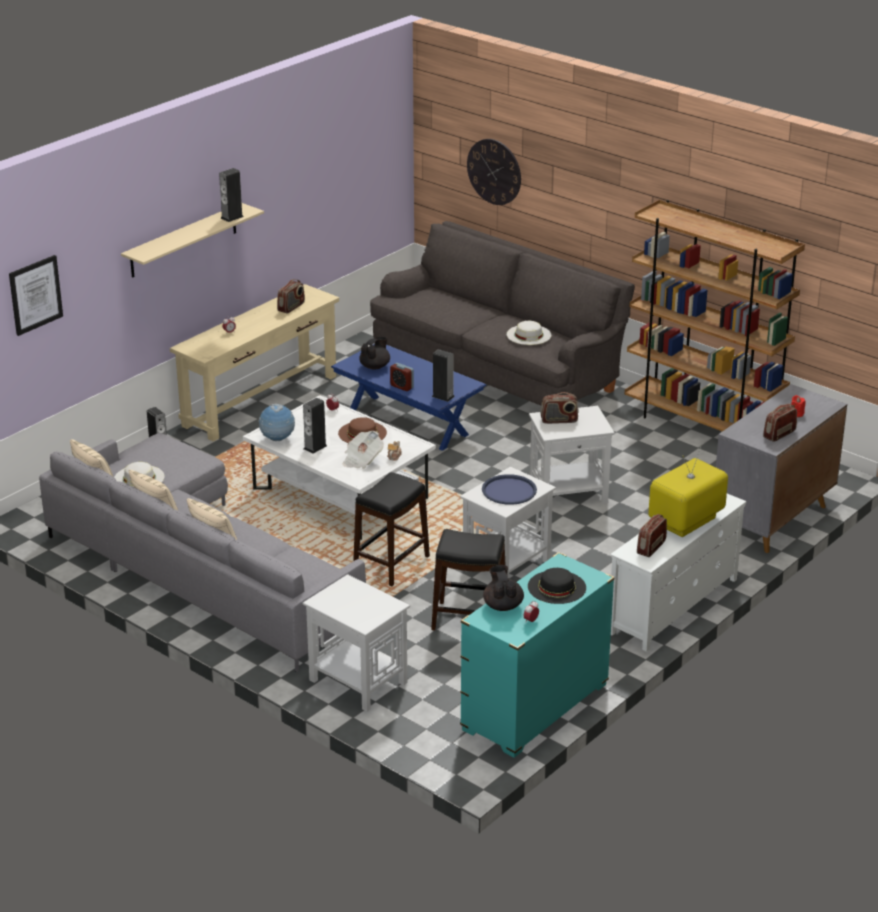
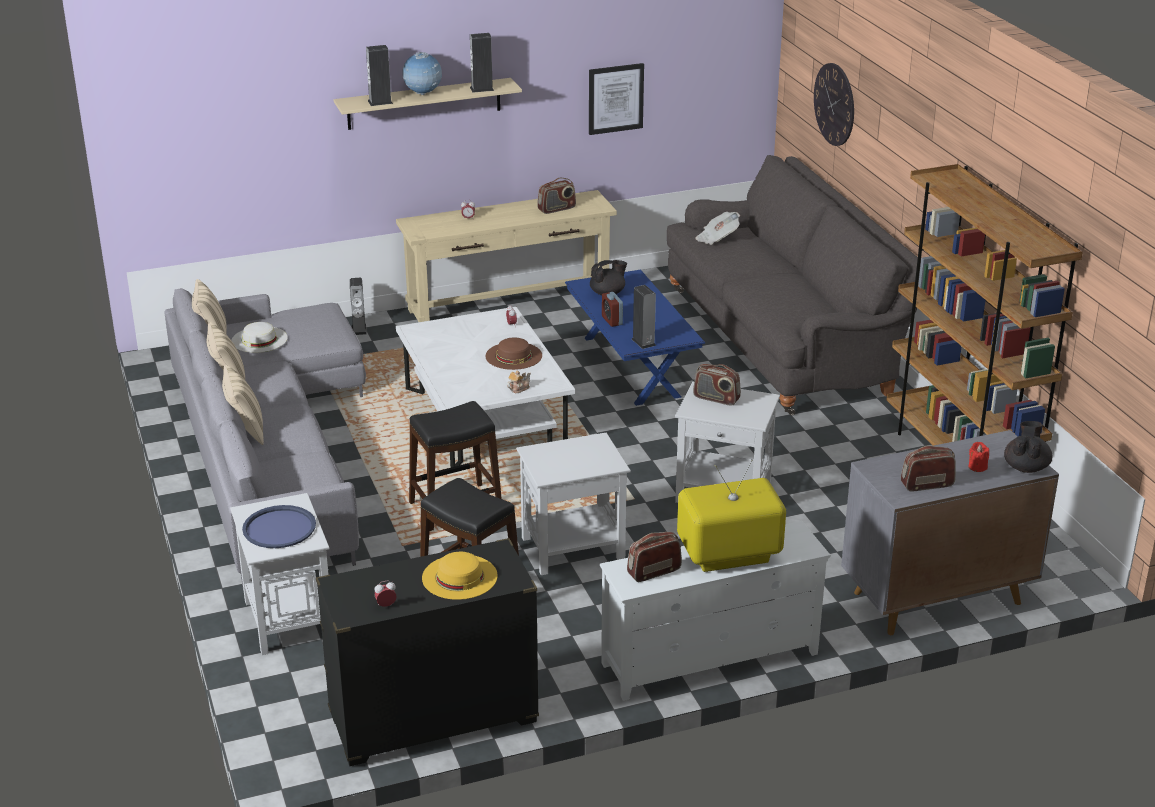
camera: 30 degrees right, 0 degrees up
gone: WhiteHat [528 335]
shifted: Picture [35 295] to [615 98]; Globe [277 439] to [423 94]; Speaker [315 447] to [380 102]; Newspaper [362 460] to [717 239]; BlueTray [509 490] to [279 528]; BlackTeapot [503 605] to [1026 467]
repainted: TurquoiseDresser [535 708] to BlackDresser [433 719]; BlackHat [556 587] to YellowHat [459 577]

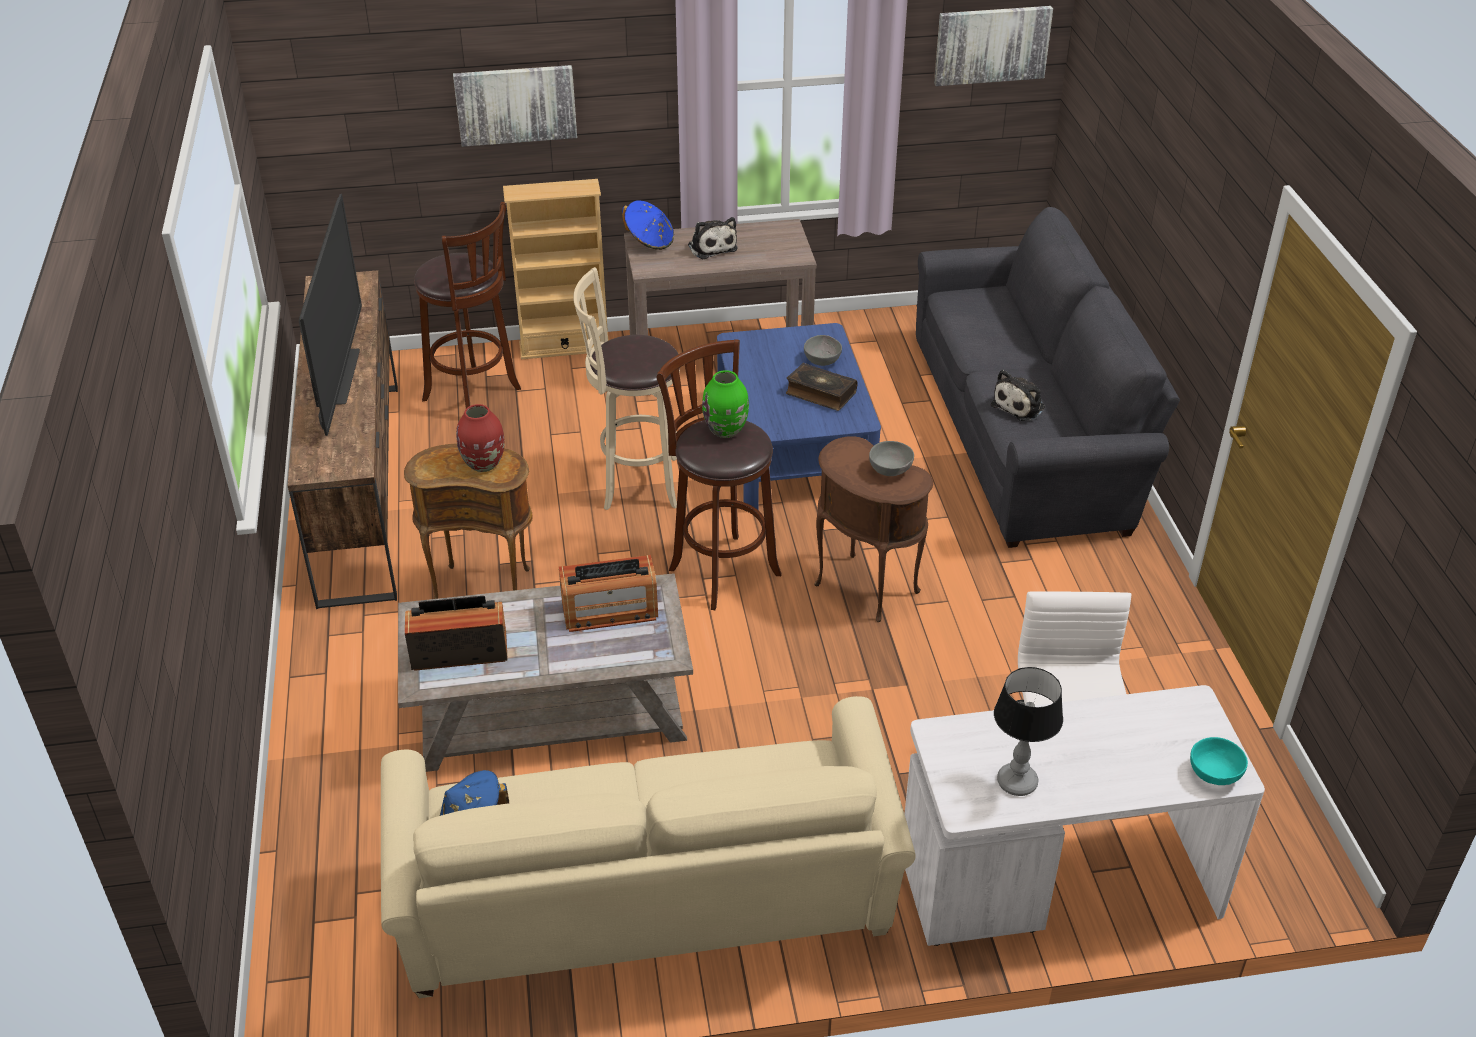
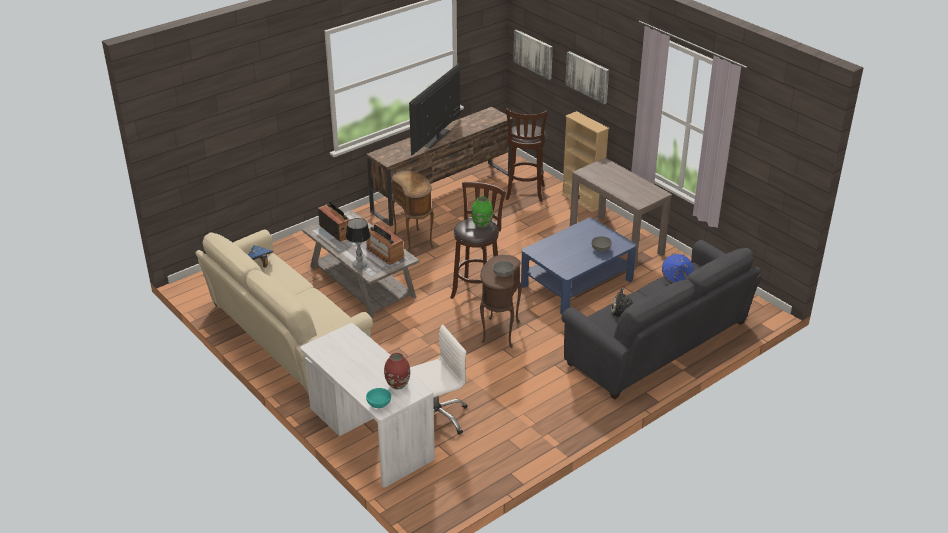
camera: 60 degrees right, 5 degrees down
gone: BeigeStool [635 483]; PlushToy [711 246]; Book [820 393]
shifted: RedVase [484 464] to [398 385]; BlueHat [649 241] to [676 277]; Picture [991 44] to [533 54]; TableLamp [1016 783] to [359 265]
rotated: Television [343 377] = [437 138] 150 degrees clockwise

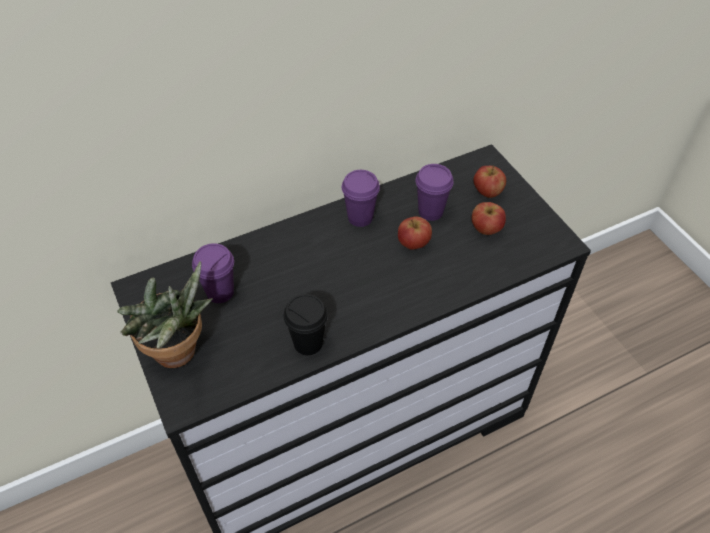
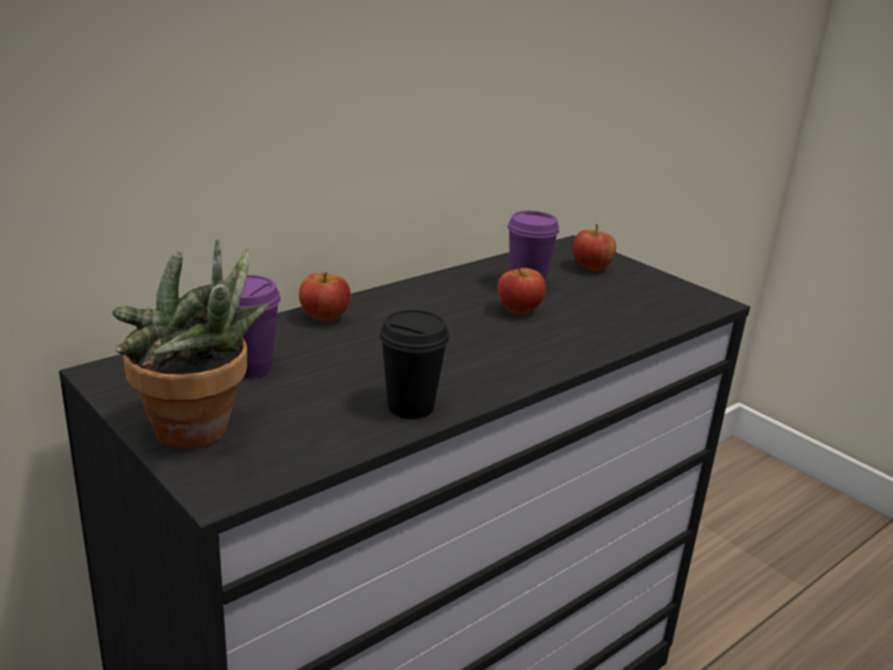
camera: 15 degrees left, 25 degrees down
gone: PurpleCup [360 217]
shifted: Apple [486 229] to [324 318]

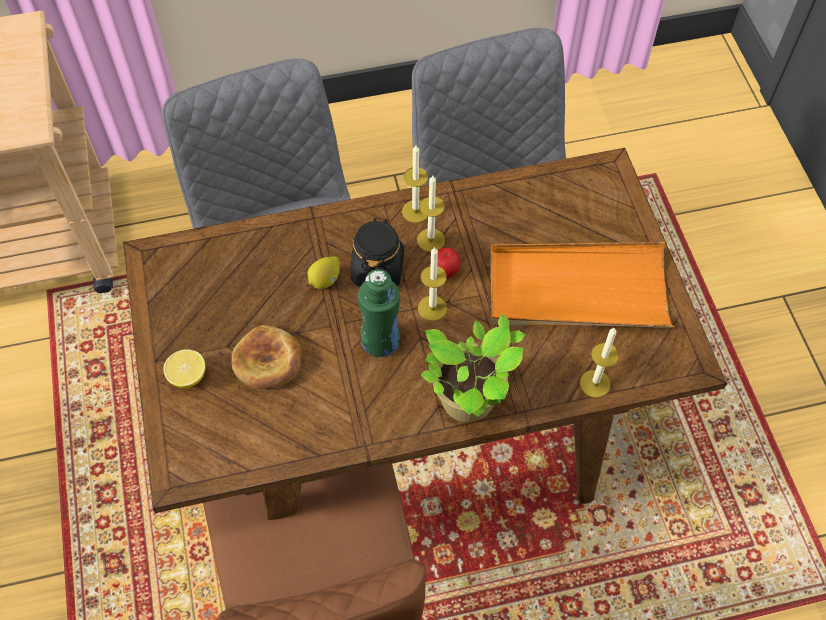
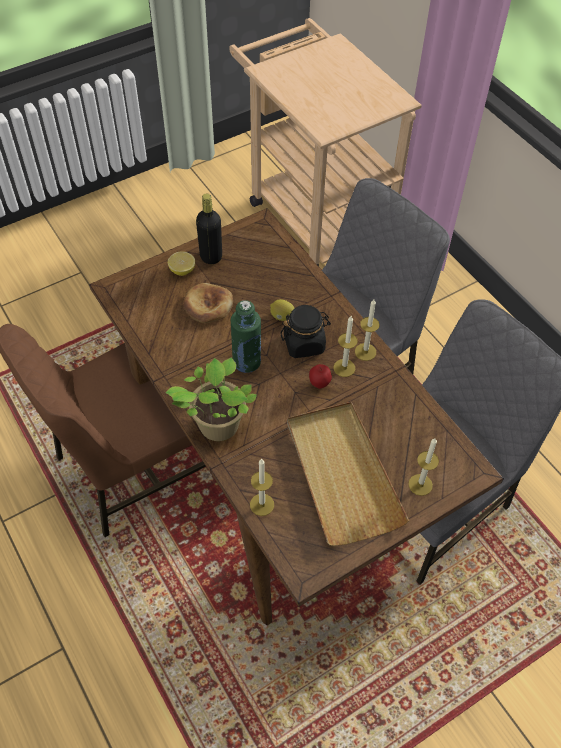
camera: 70 degrees right, 5 degrees down
new: BlackBottle [211 256]
shifted: Candle [432 308] to [420 484]
repainted: OrangeTray [577 290] to BeigeTray [342 474]

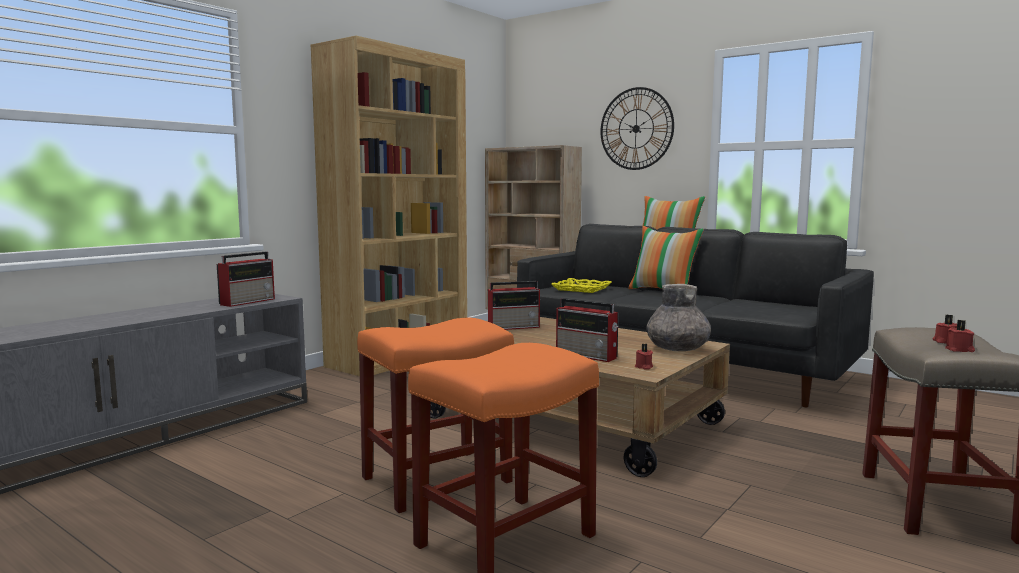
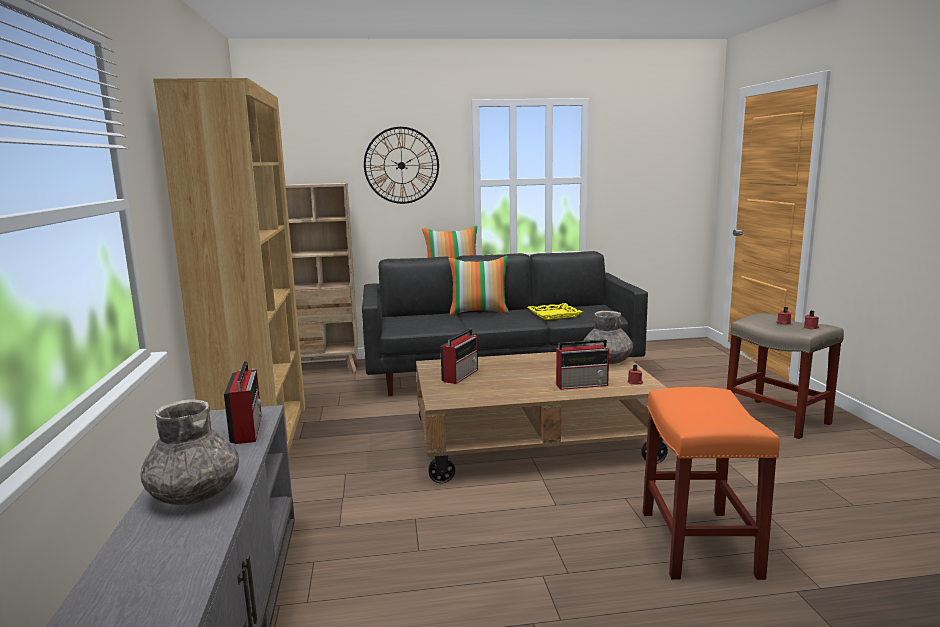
camera: 45 degrees left, 5 degrees up
gone: OrangeStool [438 479]
new: GreyVase [195 493]
shifted: YellowTray [582 289] to [554 315]

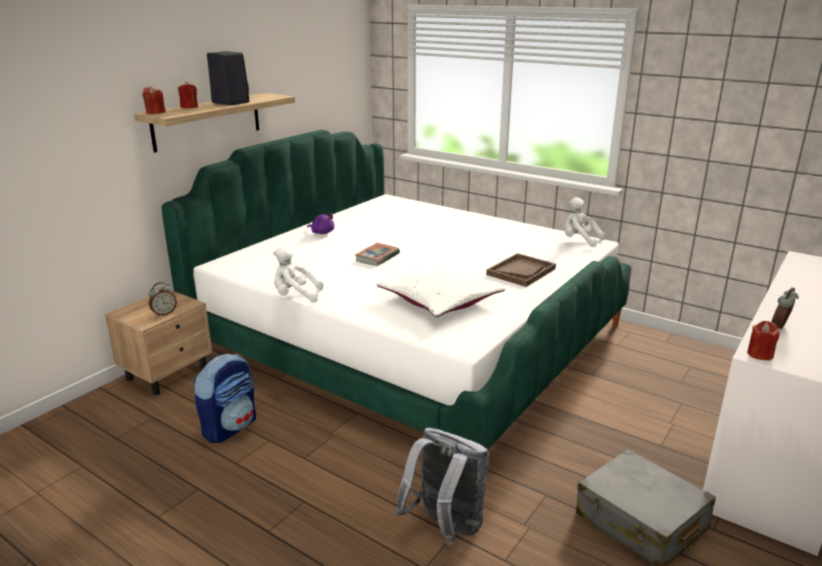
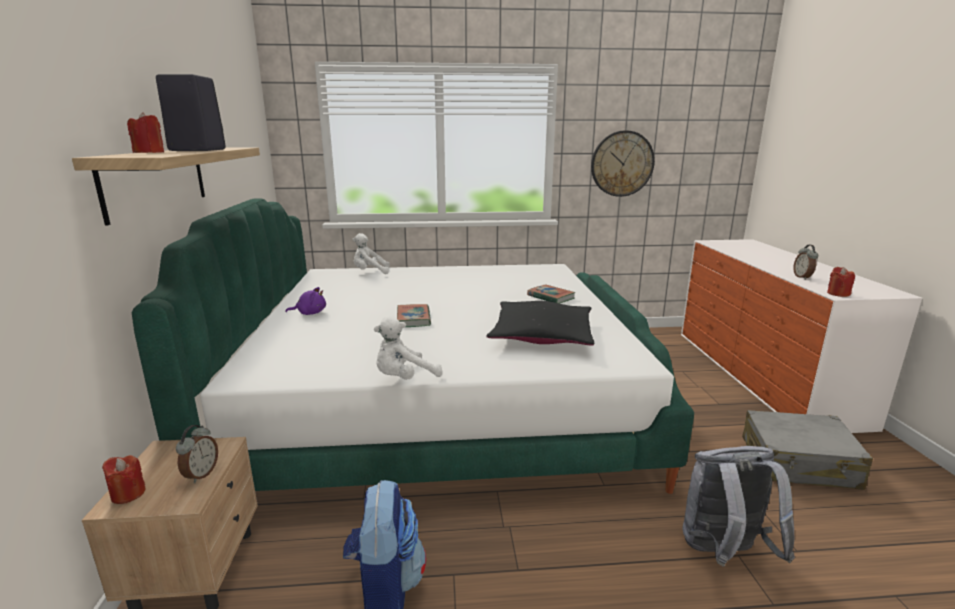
camera: 40 degrees left, 5 degrees down
new: WallClock [622 164]
shifted: RedCandle [155 112] to [128 494]; WhitePlushToy [579 240] to [370 272]
swapped: BrownTray [521 271] to Book [550 297]
repainted: WhitePillow [440 300] to BlackPillow [541 335]

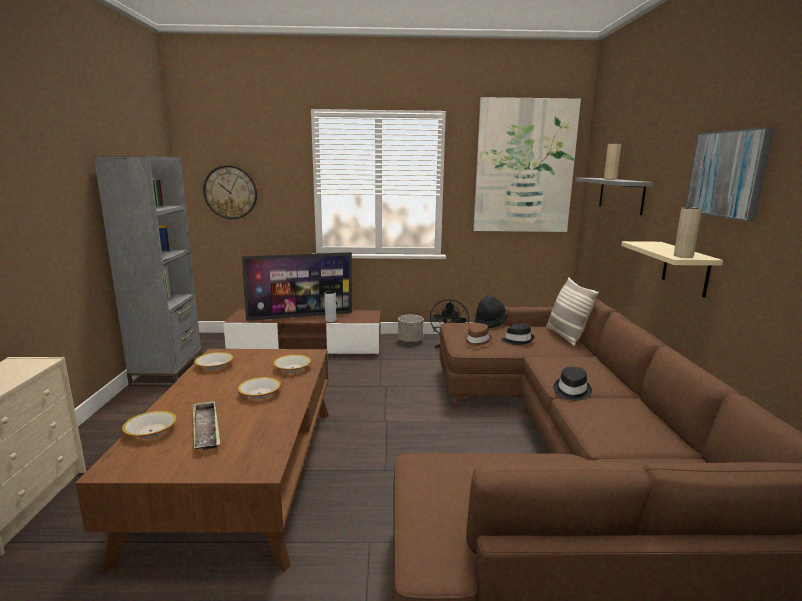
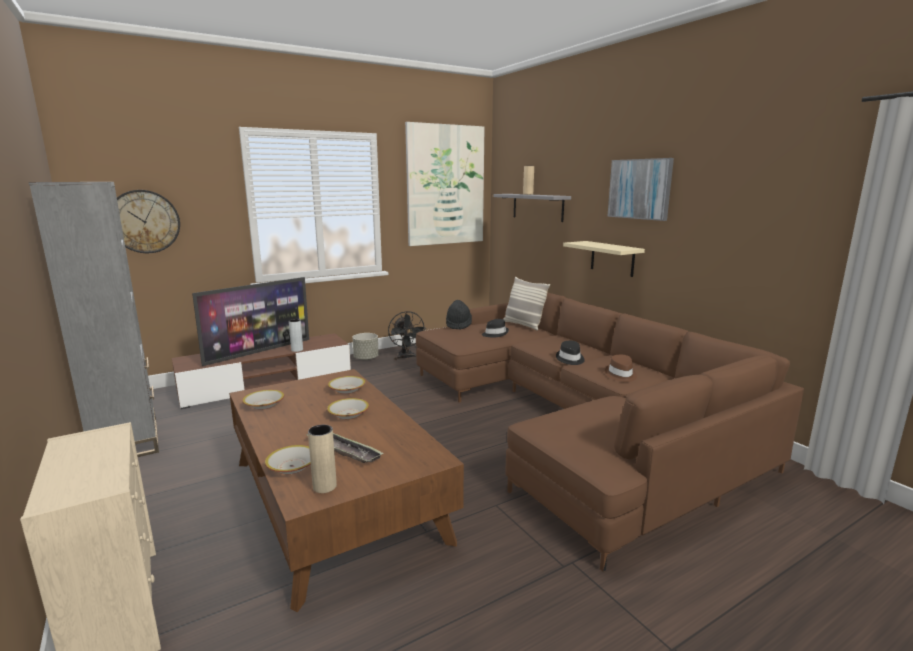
camera: 30 degrees left, 0 degrees up
shifted: BrownHat [476 341] to [620 375]; BeigeVase [683 256] to [324 486]

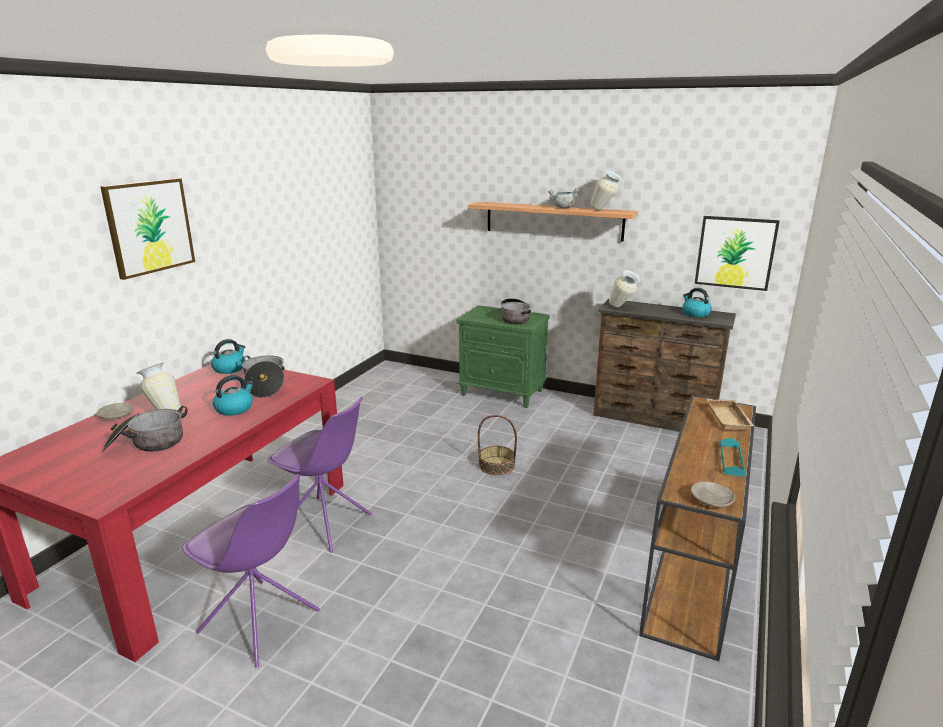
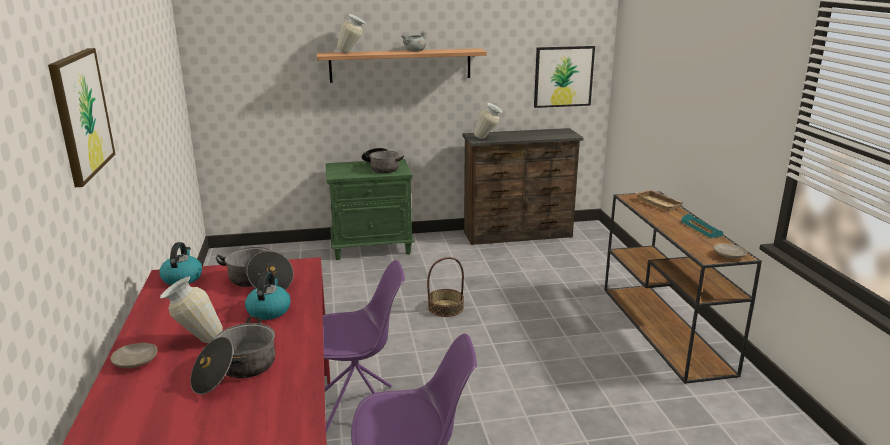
camera: 35 degrees left, 0 degrees up
gone: Kettle [695 314]
shifted: Vase [604 210] to [352 53]

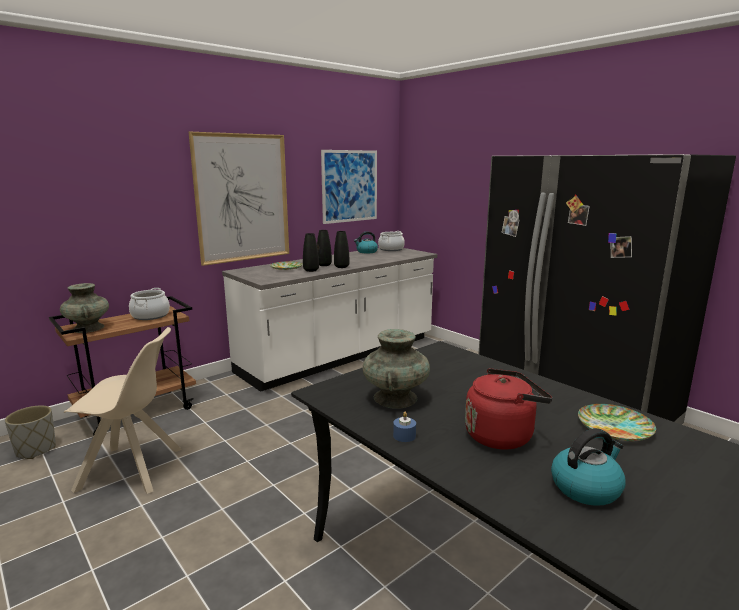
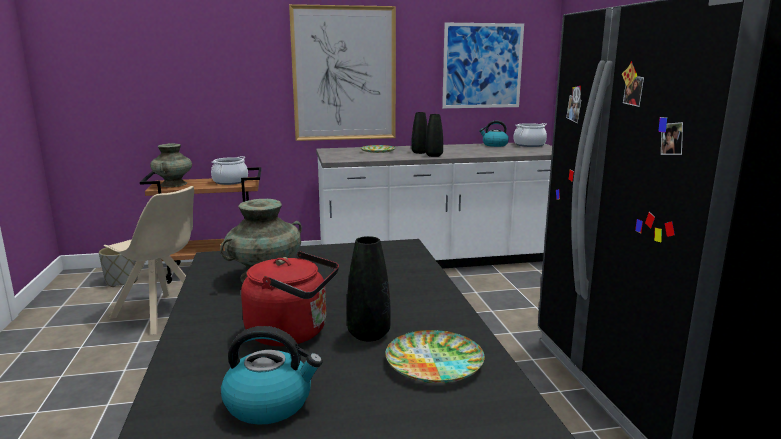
camera: 30 degrees right, 0 degrees up
gone: BlueCandle [404 436]
shifted: BlackVase [311 270] to [369 334]

